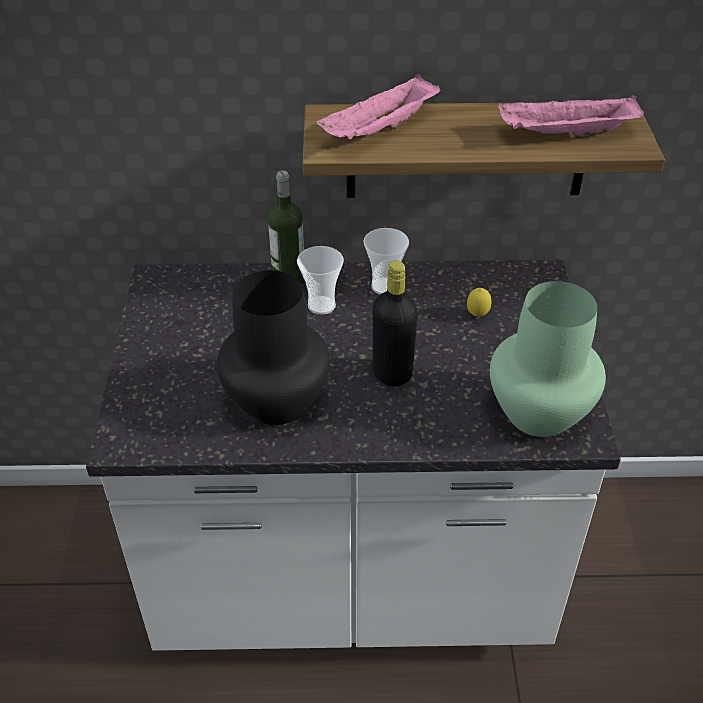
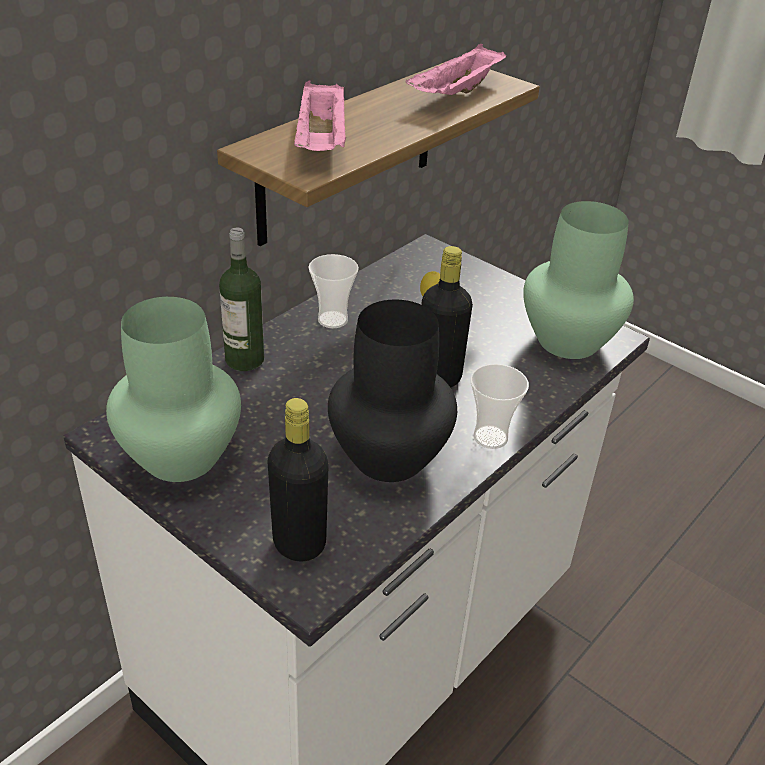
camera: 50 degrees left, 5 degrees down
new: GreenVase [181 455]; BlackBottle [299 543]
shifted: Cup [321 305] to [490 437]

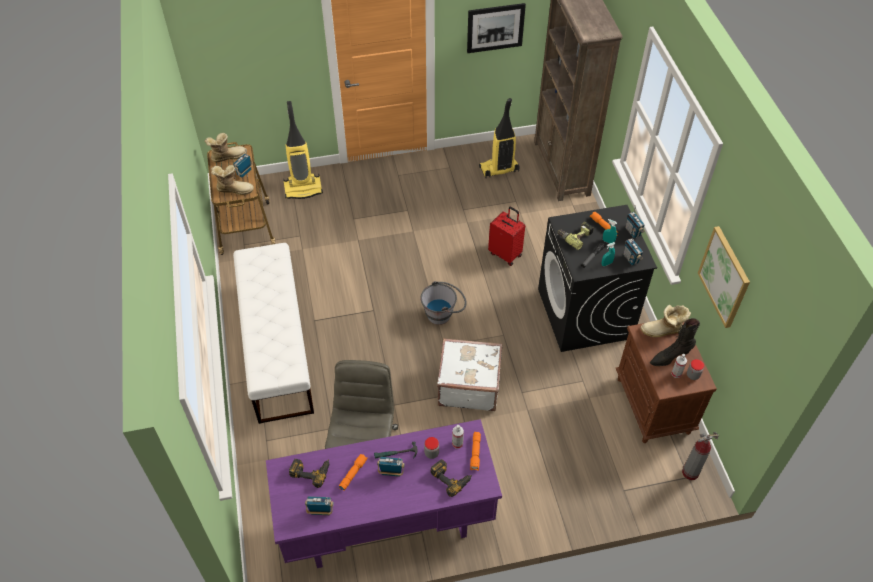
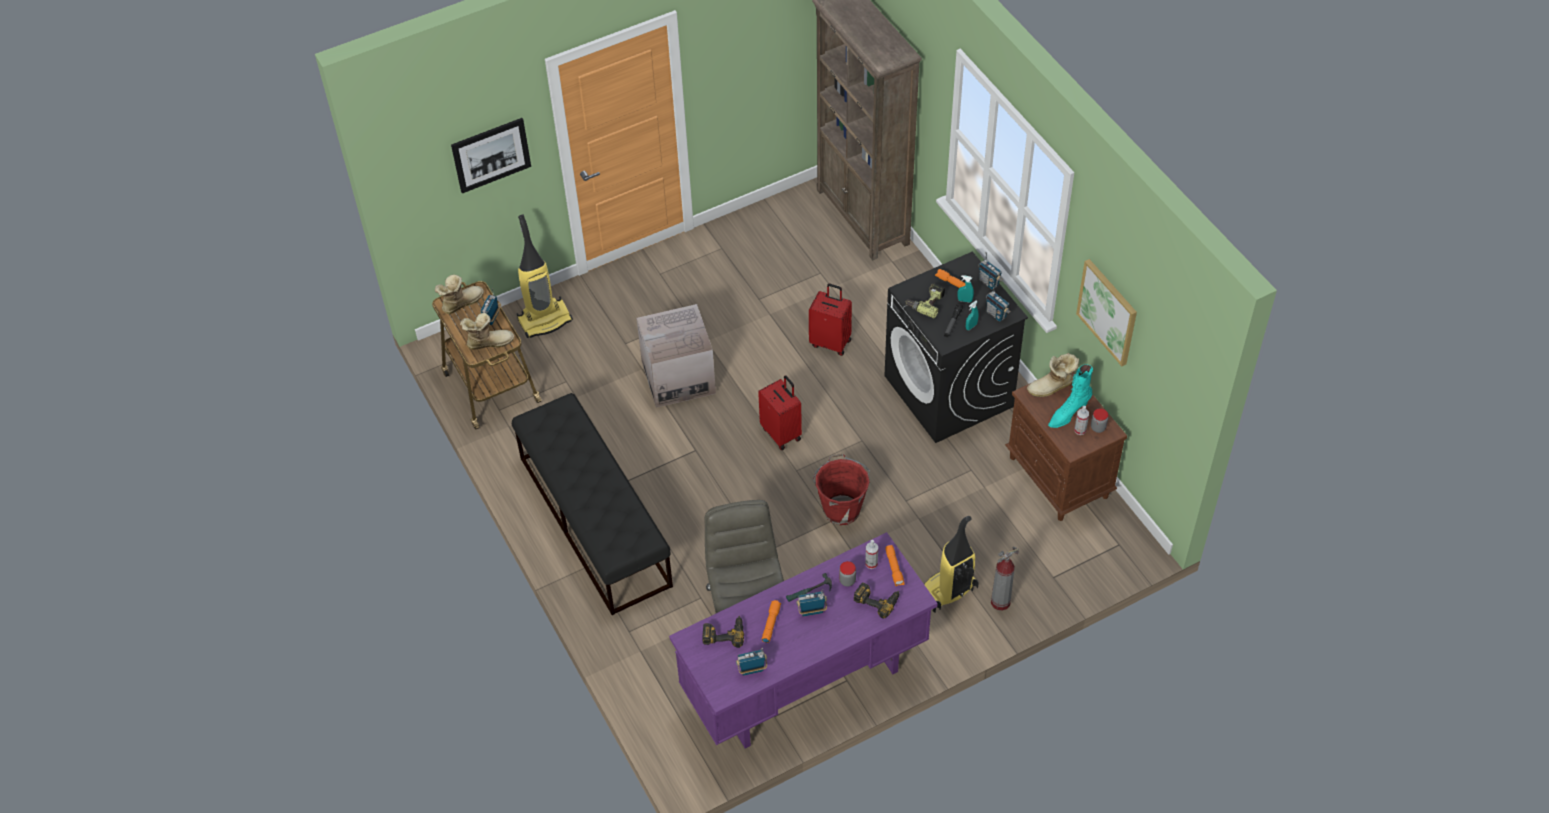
camera: 15 degrees left, 0 degrees up
new: CardboardBox [678 377]
shifted: Picture [495 28] to [491 155]; VacuumCleaner [499 169] to [947 592]; FireExtinguisher [690 472] to [1000 602]
swapped: GreyBucket [443 314] to RedSuitcase [782 433]; WhiteSuitcase [468 385] to RedBucket [841 508]
repainted: WhiteBench [276 345] to BlackBench [594 520]; BlackBoot [670 357] to TurquoiseBoot [1068 414]

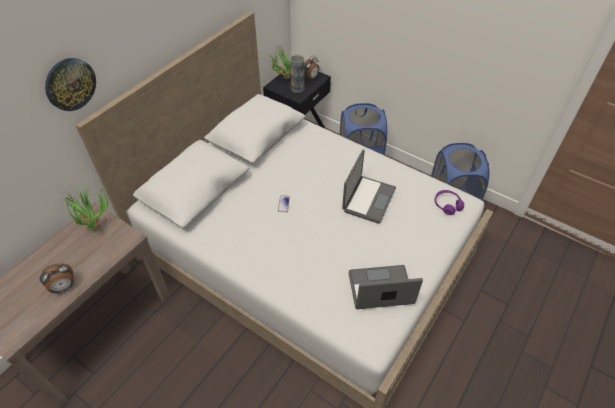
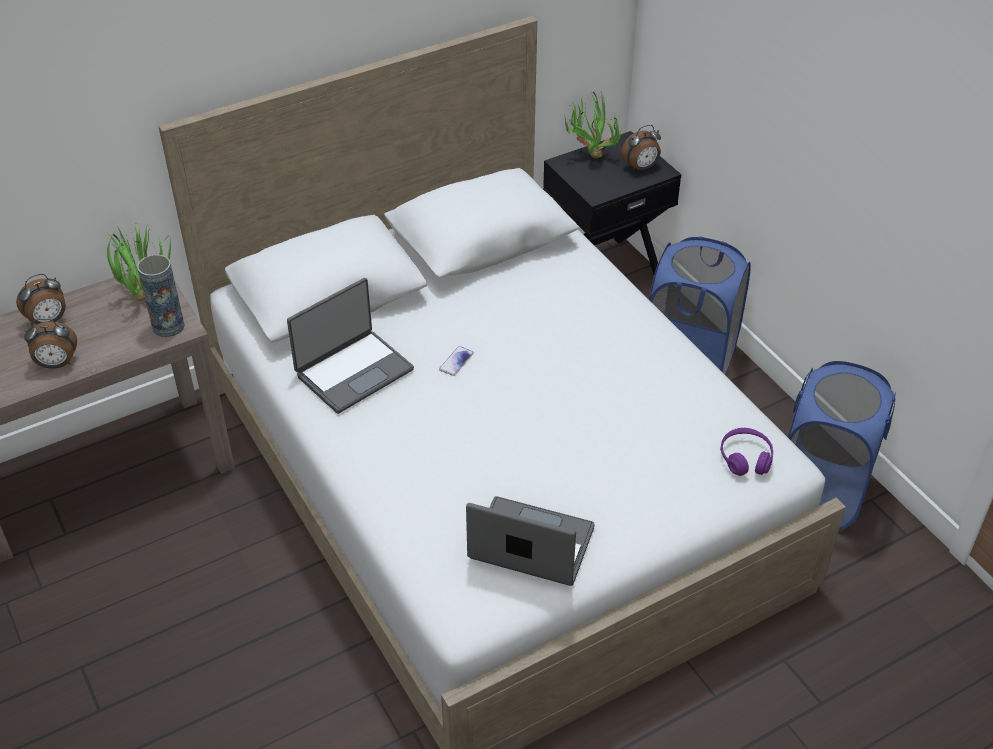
camera: 25 degrees right, 5 degrees down
gone: WallClock [70 84]
new: AlarmClock [48 321]
shifted: Vase [297 88] to [168 326]; Laptop [368 199] to [353 371]

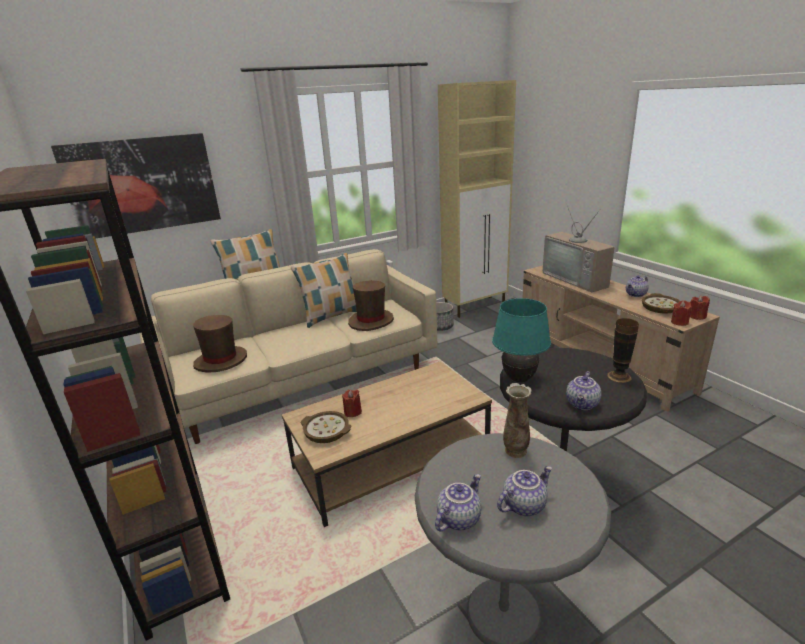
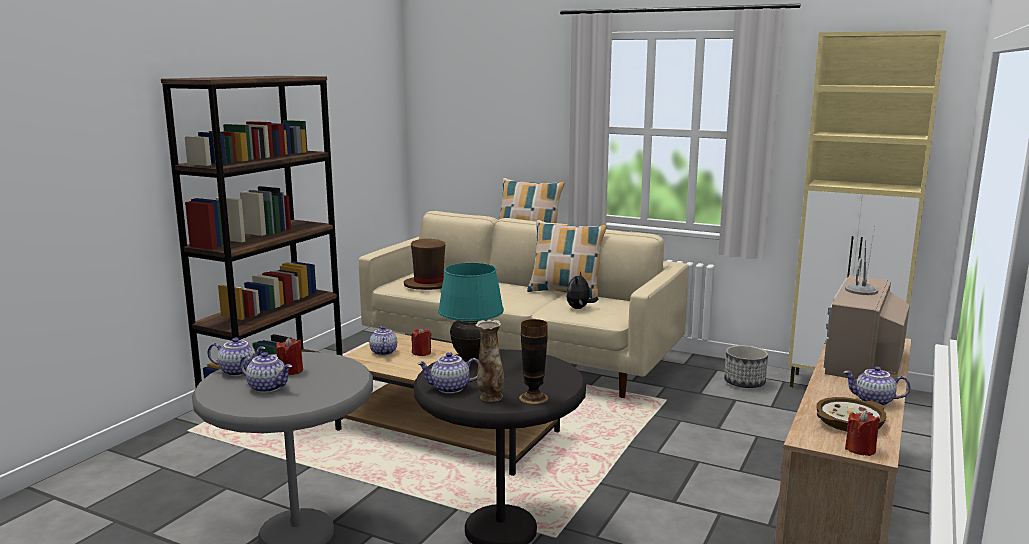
camera: 55 degrees right, 10 degrees down
gone: Picture [143 185]
shifted: Vase [515 451] to [490 397]; RedCandle [679 322] to [290 371]
swapped: Bowl [326 432] to Teapot [383 352]; BrownHat [371 321] to PlushToy [579 308]

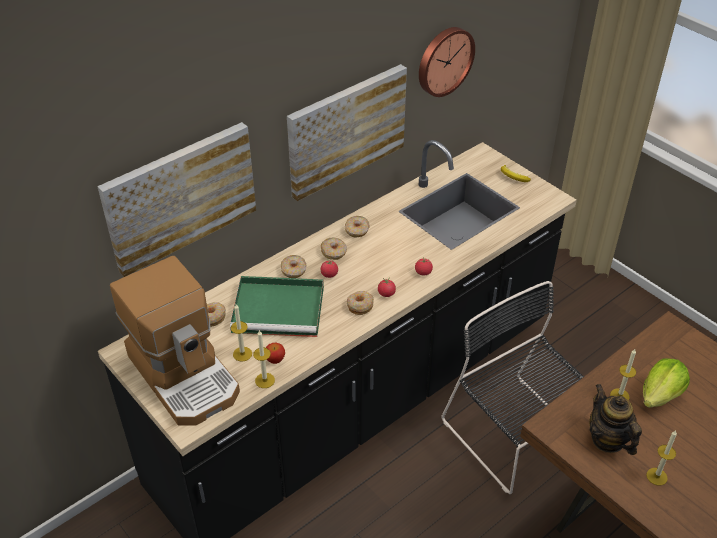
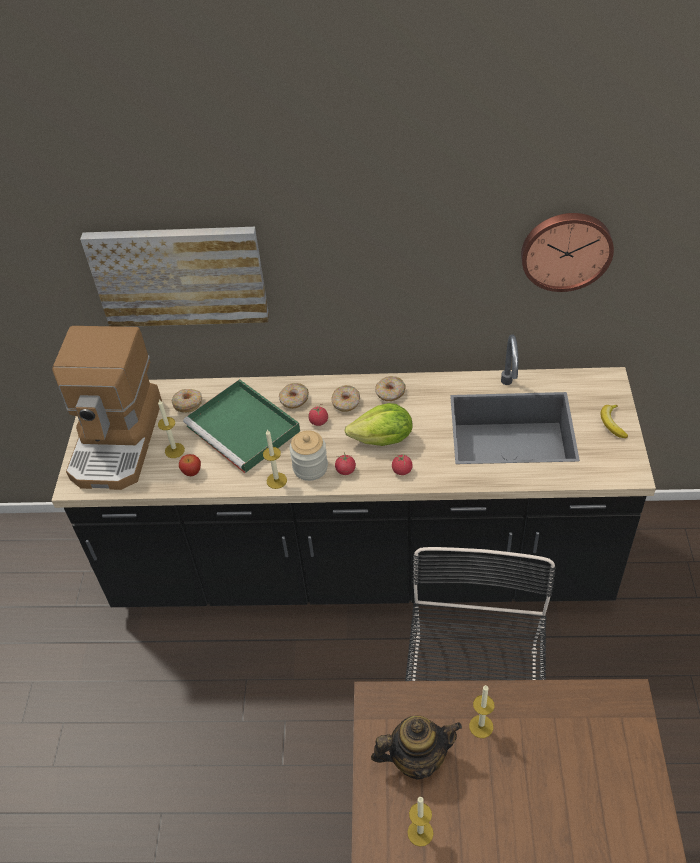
camera: 45 degrees right, 5 degrees up
gone: Picture [346 130]
shifted: Candle [265 380] to [276 480]; Lettuce [660 395] to [383 440]
swapped: Donut [360 306] to Jar [310 467]
rotated: Teapot [608 439] = [416 759] 60 degrees clockwise

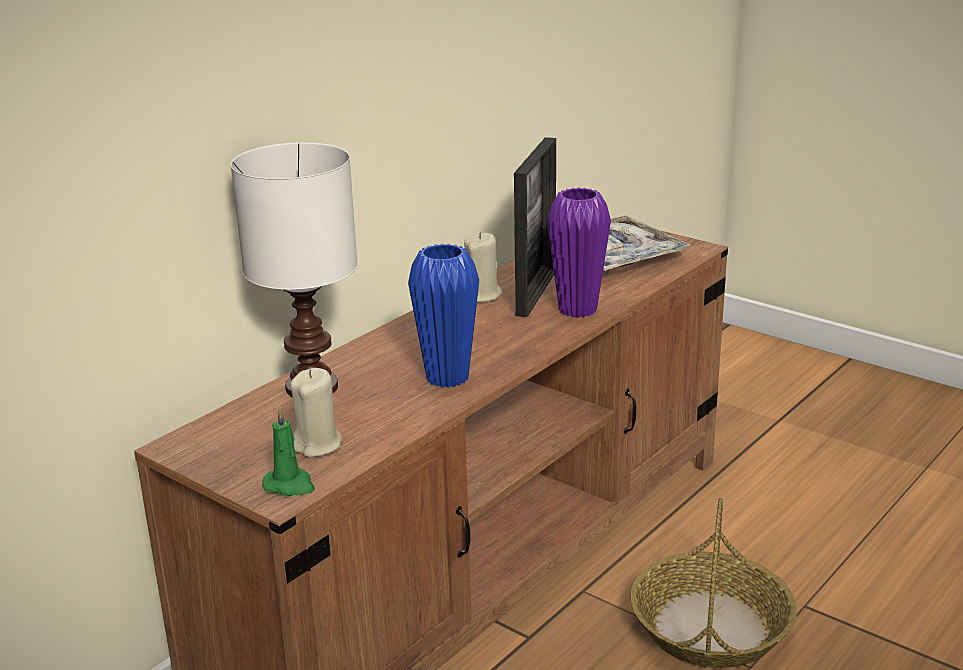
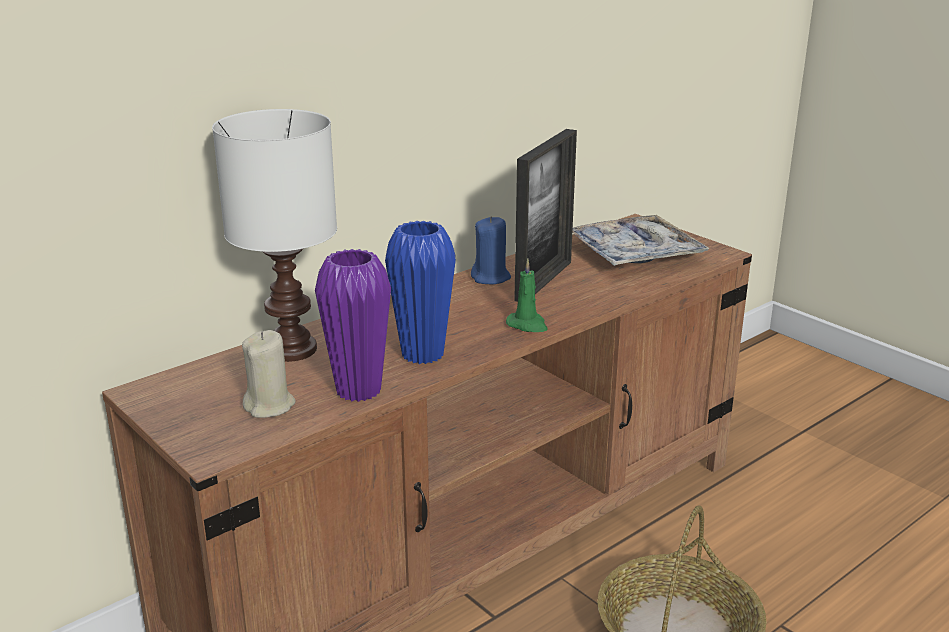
camera: 10 degrees right, 0 degrees up
shifted: GreenCandle [290 485] to [527 325]; PurpleVase [577 310] to [358 390]
repainted: BeigeCandle [482 295] to BlueCandle [491 278]

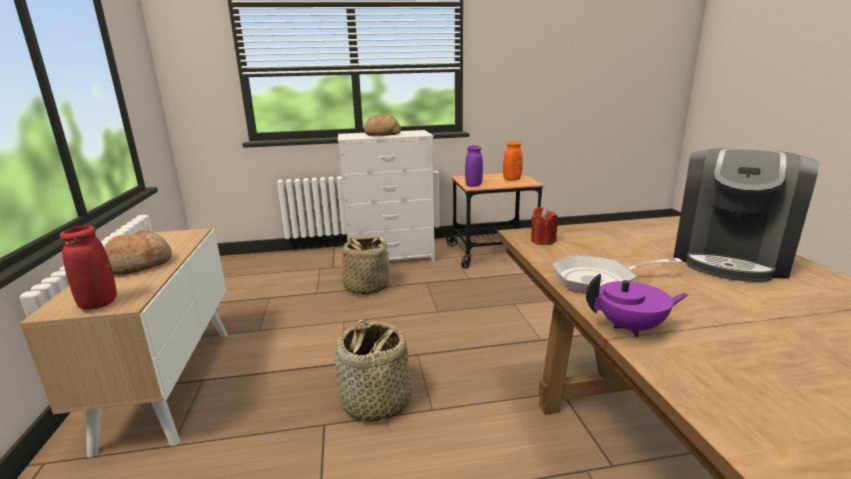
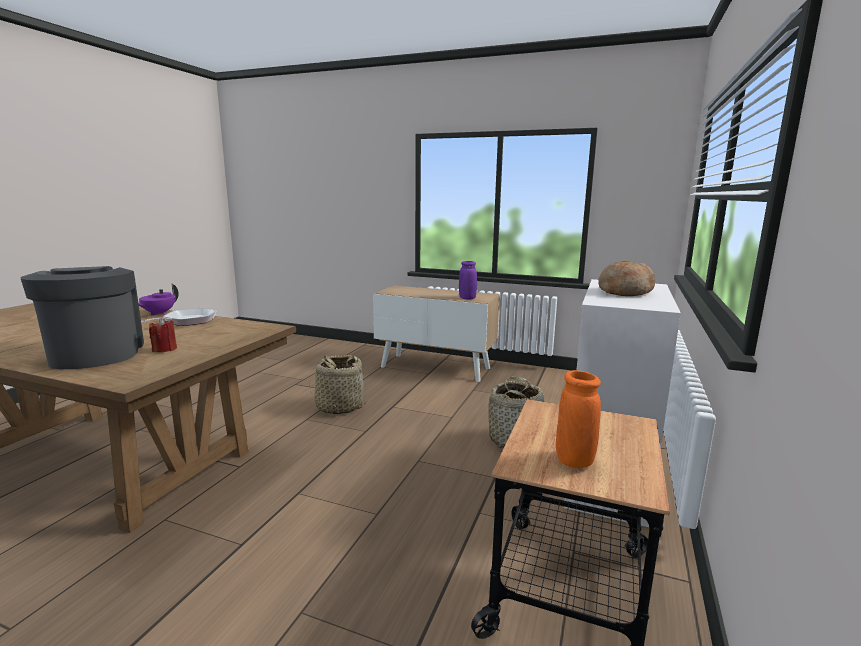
camera: 120 degrees right, 5 degrees down
gone: RedVase [99 304]; Bread [140 264]
shifted: PurpleVase [473 185] to [467 298]; RedCandle [543 241] to [165 349]

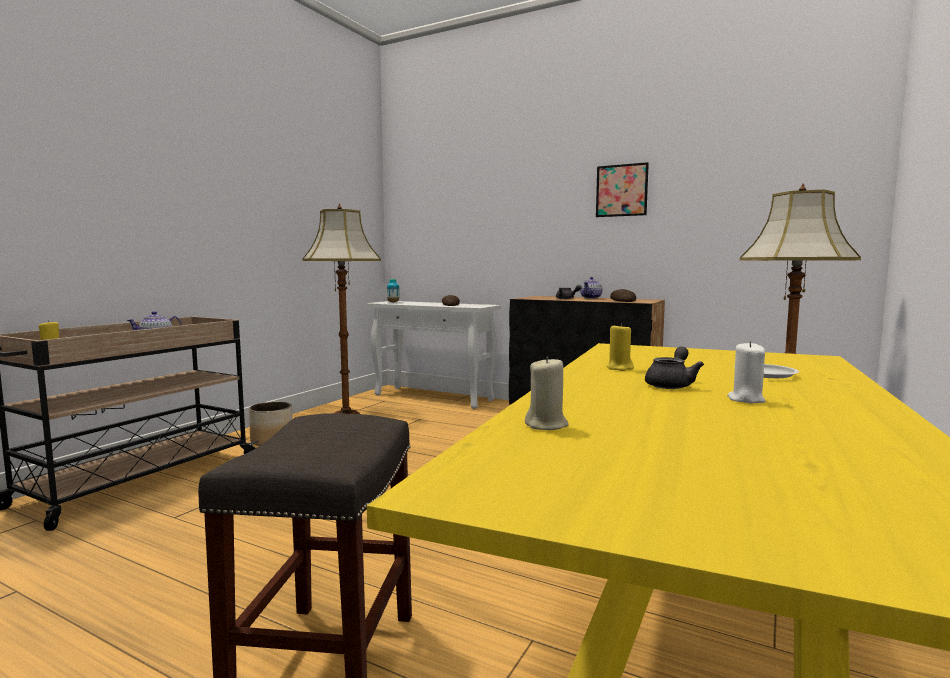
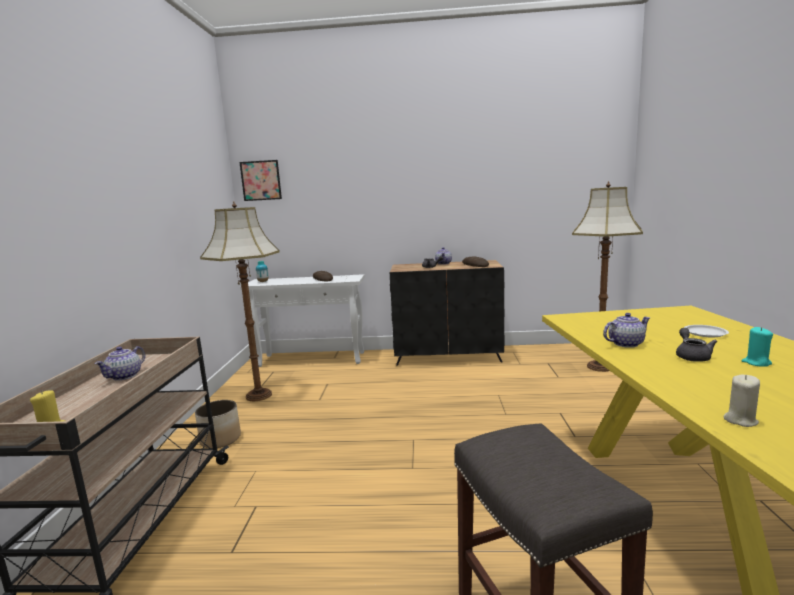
camera: 25 degrees left, 5 degrees up
shifted: Picture [621 190] to [261 180]
swapped: YellowCandle [619 368] to Teapot [625 344]
repainted: WhiteCandle [746 399] to TurquoiseCandle [756 363]

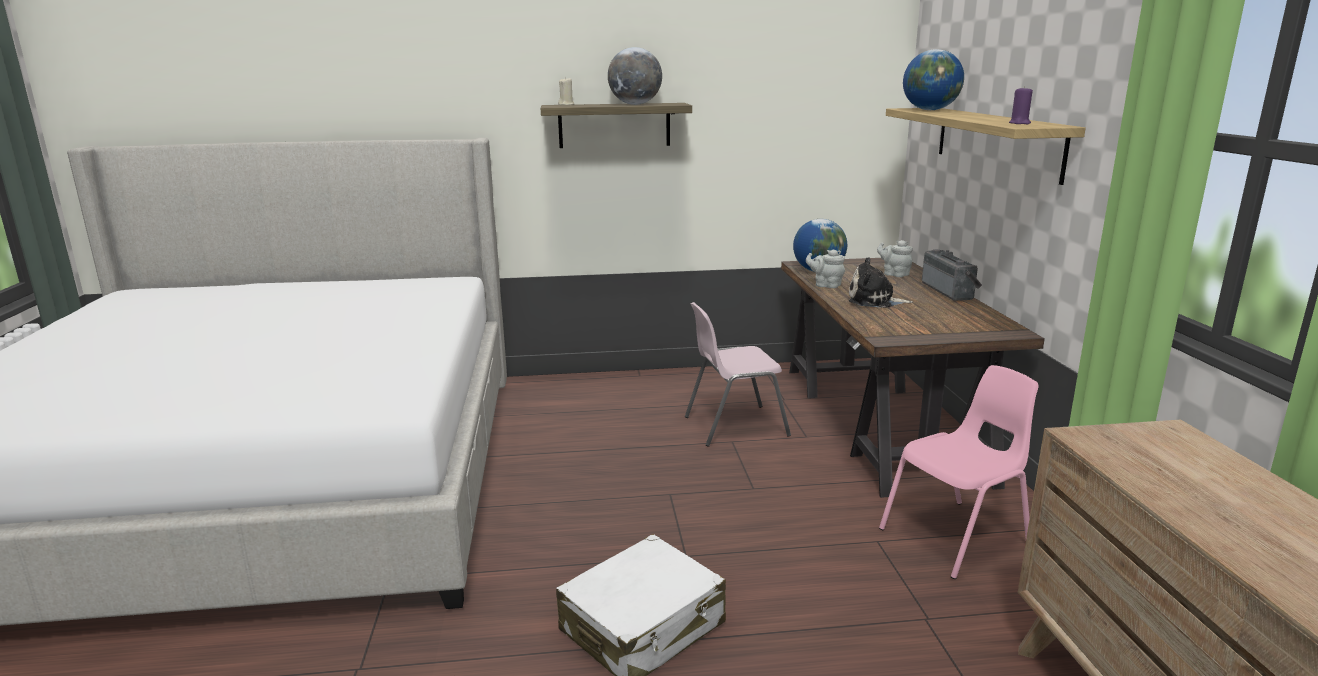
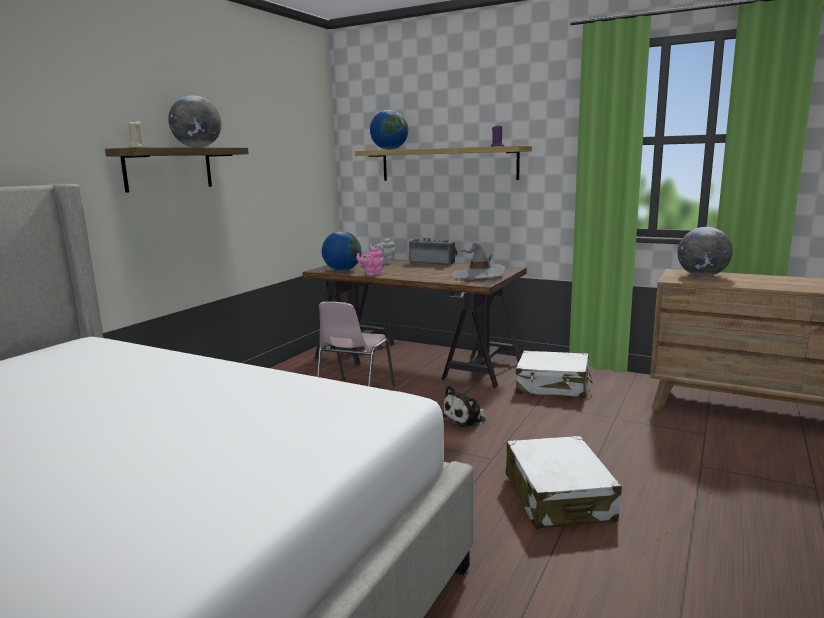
camera: 55 degrees left, 5 degrees down
new: GreyHat [478 276]; Globe [702 276]
shifted: PlushToy [874 301] to [466 418]
swapped: PinkChair [957 537] to WhiteSuitcase [553 386]
repainted: GreyTeapot [826 285] to PinkTeapot [371 274]

